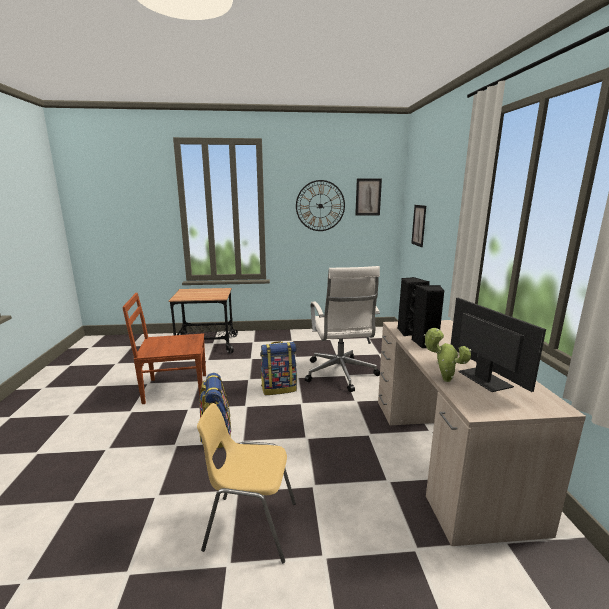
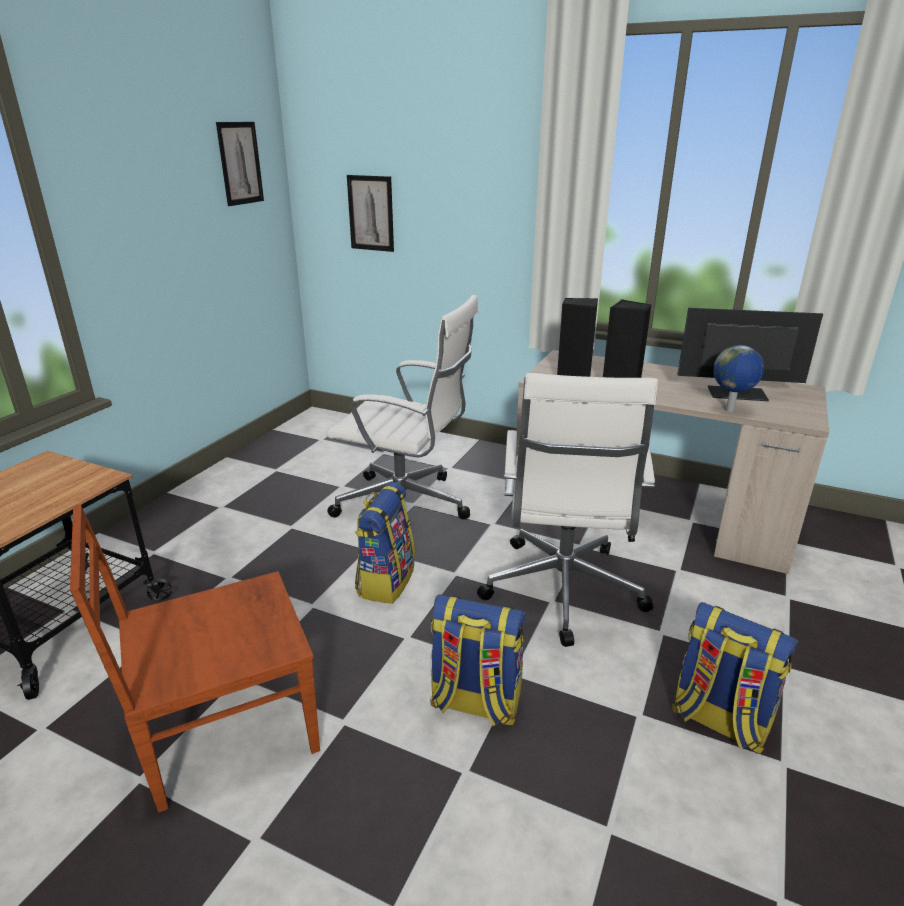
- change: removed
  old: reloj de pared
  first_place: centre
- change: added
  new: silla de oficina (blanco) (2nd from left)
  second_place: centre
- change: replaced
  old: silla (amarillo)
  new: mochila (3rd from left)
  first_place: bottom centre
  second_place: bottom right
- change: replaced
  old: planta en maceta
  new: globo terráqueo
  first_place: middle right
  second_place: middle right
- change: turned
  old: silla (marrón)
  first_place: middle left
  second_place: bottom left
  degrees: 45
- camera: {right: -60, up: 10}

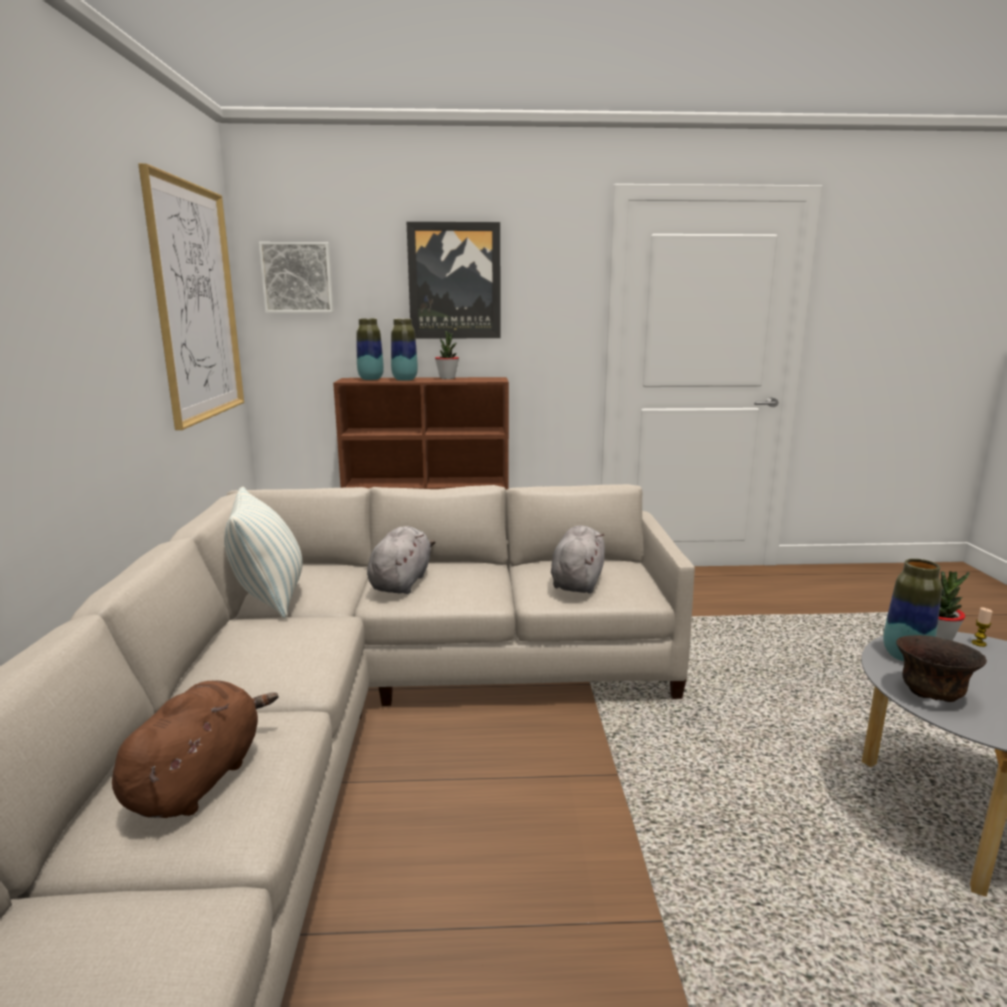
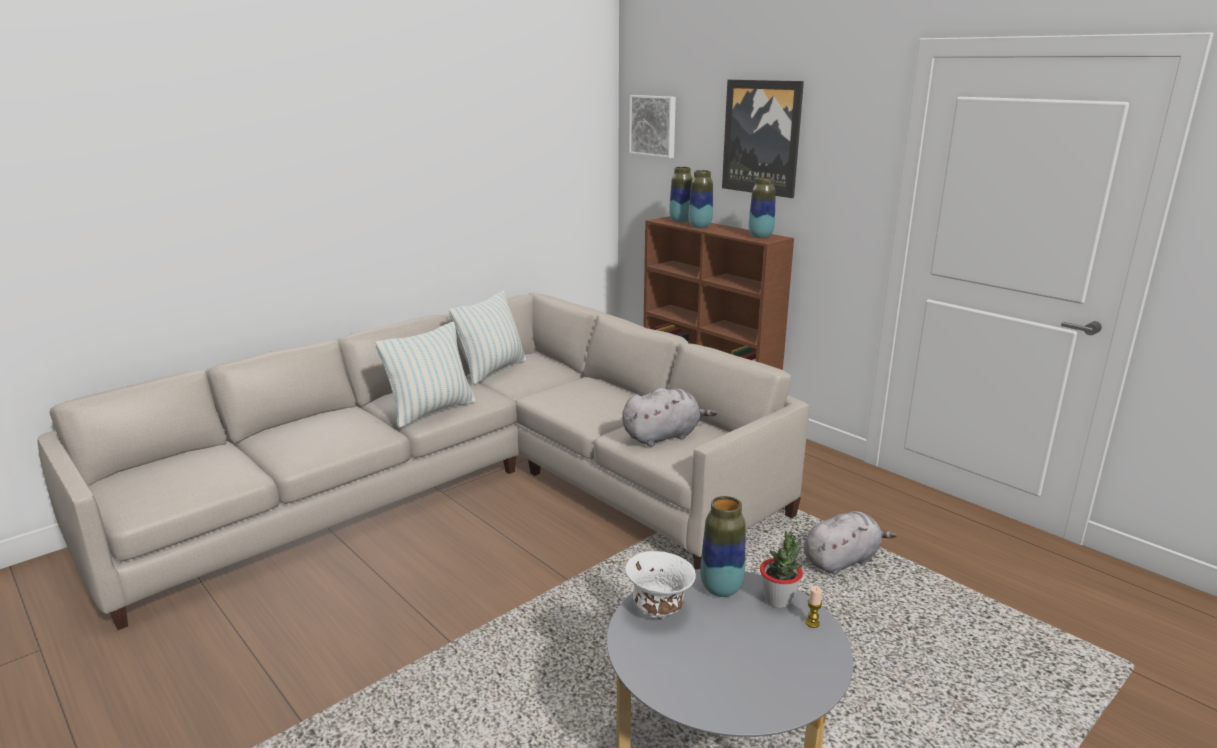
- change: removed
  old: peluche (marrón)
  first_place: bottom left
- change: removed
  old: cuadro (1st from left)
  first_place: top left
- change: removed
  old: planta en maceta (1st from left)
  first_place: centre
- change: added
  new: cojín (1st from left)
  second_place: centre
- change: added
  new: florero (4th from left)
  second_place: top centre
- change: moved
  old: peluche (gris) (1st from left in the first image)
  new: peluche (gris) (2nd from left)
  first_place: centre
  second_place: bottom right
- change: recoloured
  old: cuenco (marrón)
  new: cuenco (blanco)
  first_place: middle right
  second_place: bottom centre
- camera: {right: 50, up: 5}

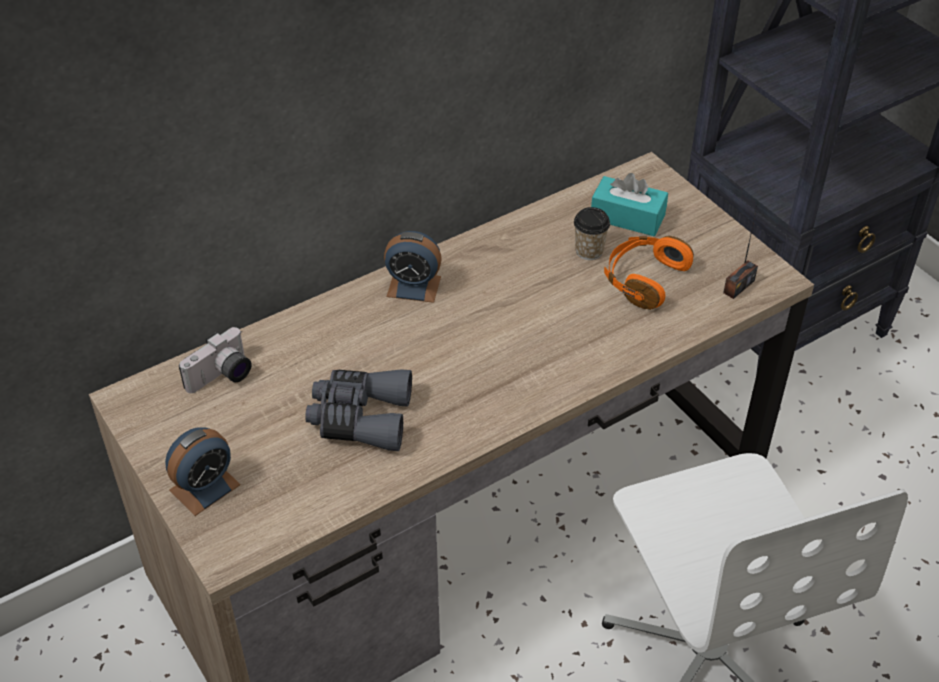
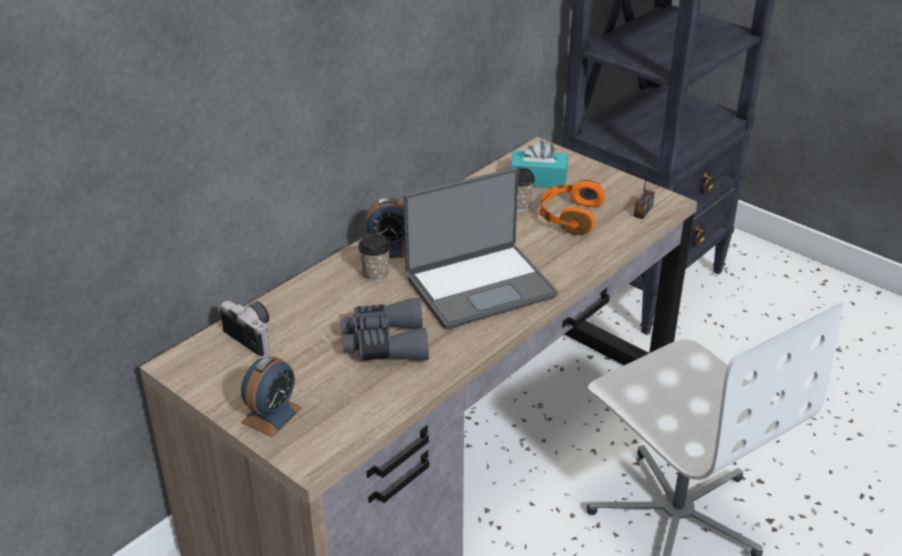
- change: added
  new: taza (1st from left)
  second_place: centre
- change: added
  new: portátil
  second_place: centre
- change: turned
  old: cámara
  first_place: middle left
  second_place: middle left
  degrees: -75
- camera: {right: -15, up: -10}

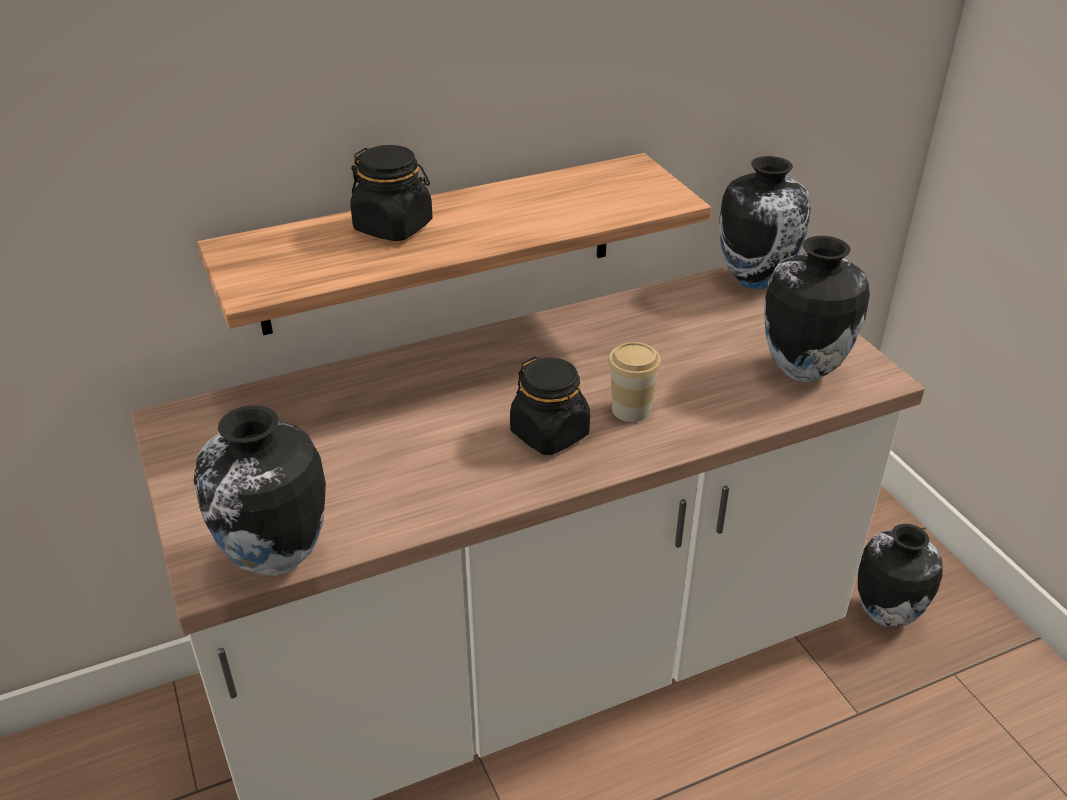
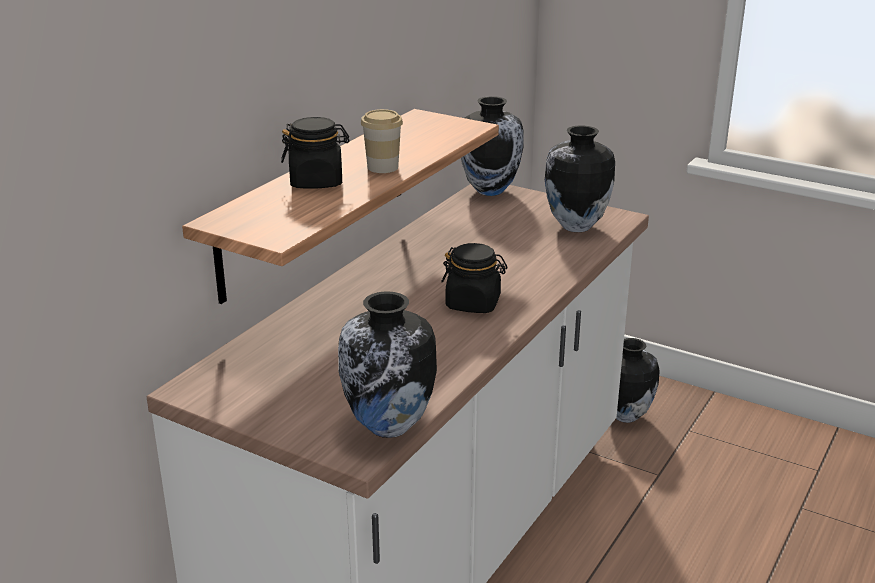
- change: moved
  old: taza
  first_place: centre
  second_place: top centre
- camera: {right: -35, up: -10}

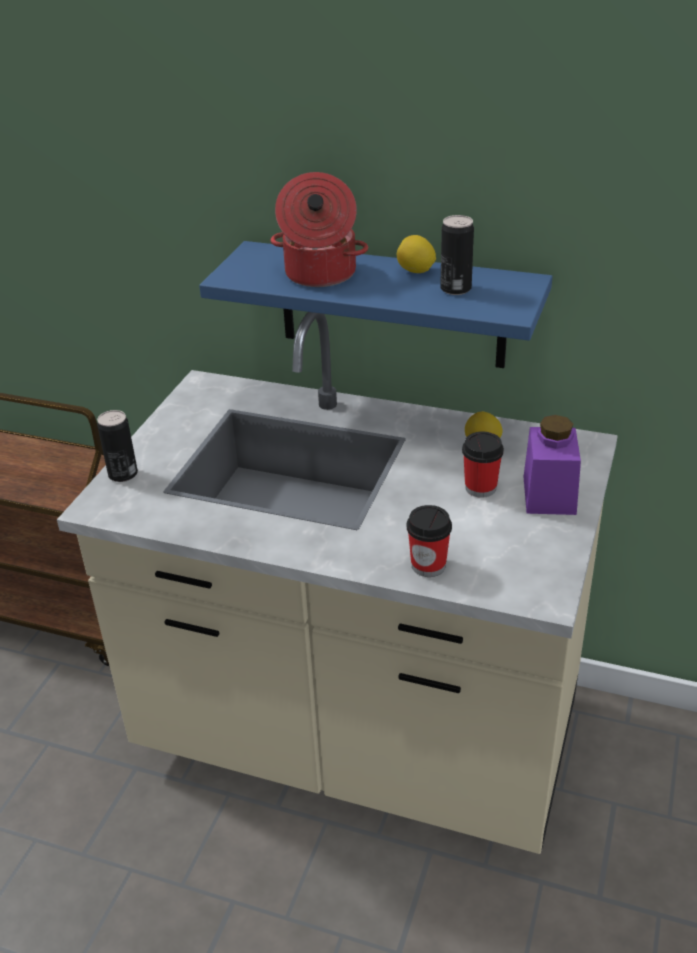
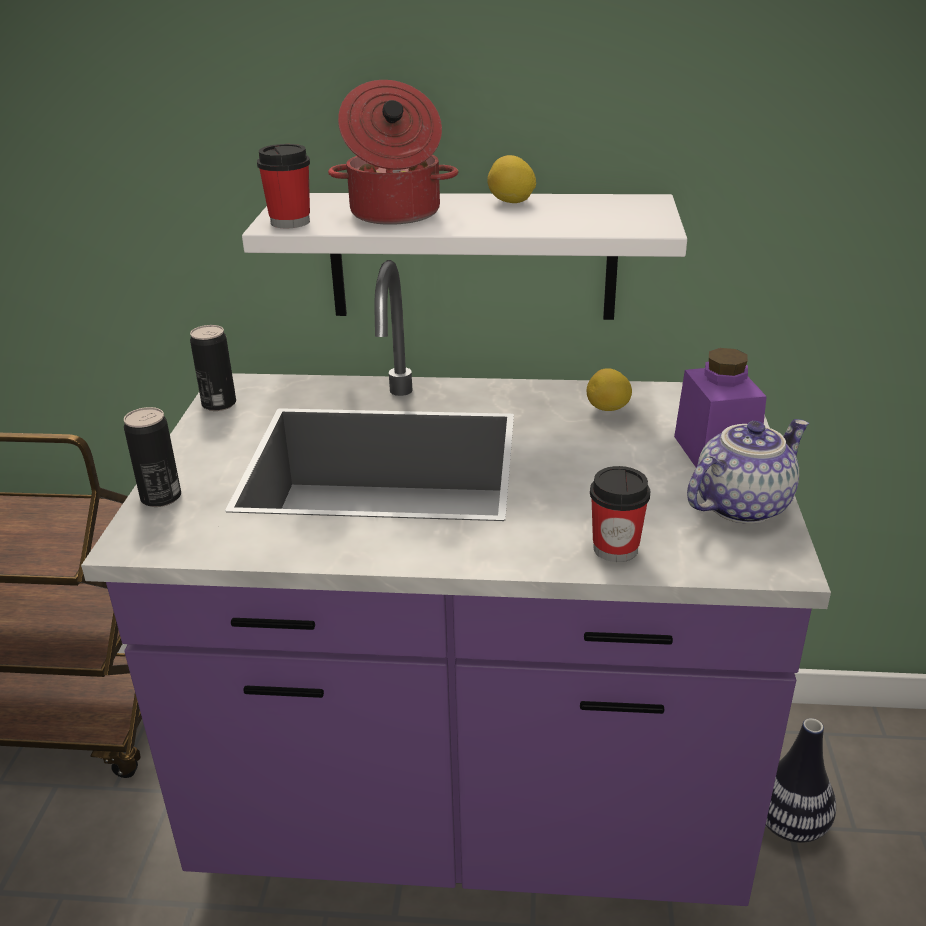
- change: added
  new: tetera
  second_place: middle right
- change: added
  new: florero
  second_place: bottom right
- change: moved
  old: lata (2nd from left)
  first_place: top centre
  second_place: middle left
- change: moved
  old: taza (2nd from left in the first image)
  new: taza (1st from left)
  first_place: middle right
  second_place: top left
- change: recoloured
  old: mueble bajo de cocina (beis)
  new: mueble bajo de cocina (morado)
  first_place: centre
  second_place: centre
- change: recoloured
  old: estante (azul)
  new: estante (blanco)
  first_place: top centre
  second_place: top centre
- camera: {right: -15, up: -5}

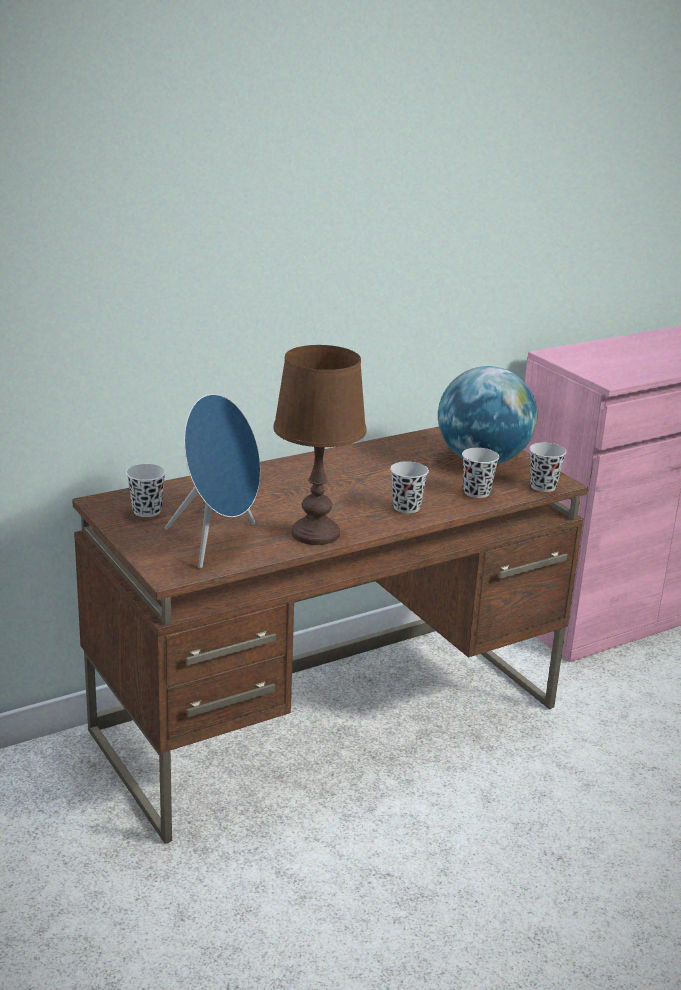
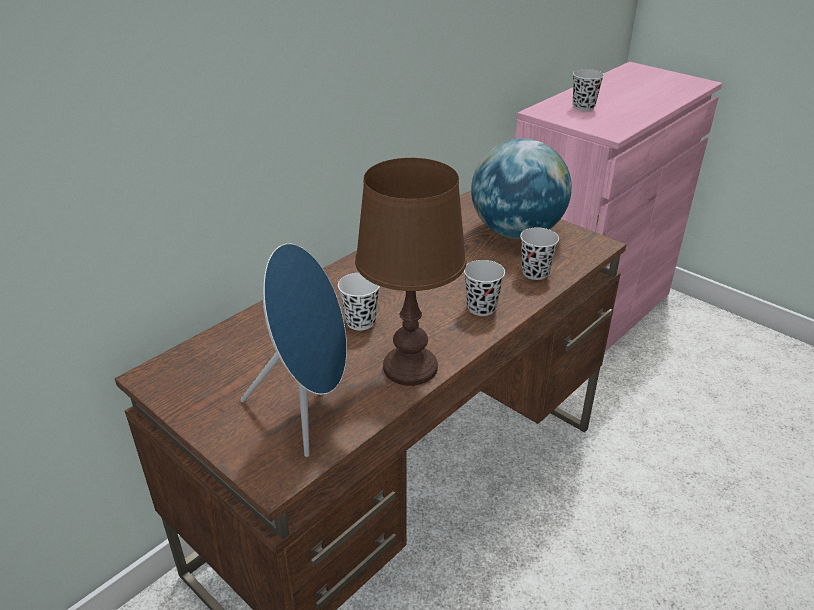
- change: moved
  old: taza (blanco)
  first_place: middle left
  second_place: centre
- change: moved
  old: taza (negro) (3rd from left)
  first_place: middle right
  second_place: top right
- camera: {right: -15, up: 10}

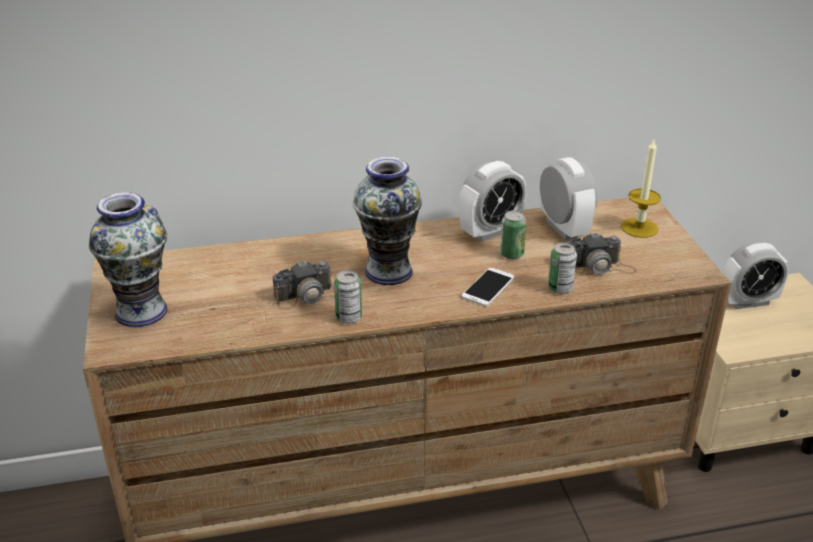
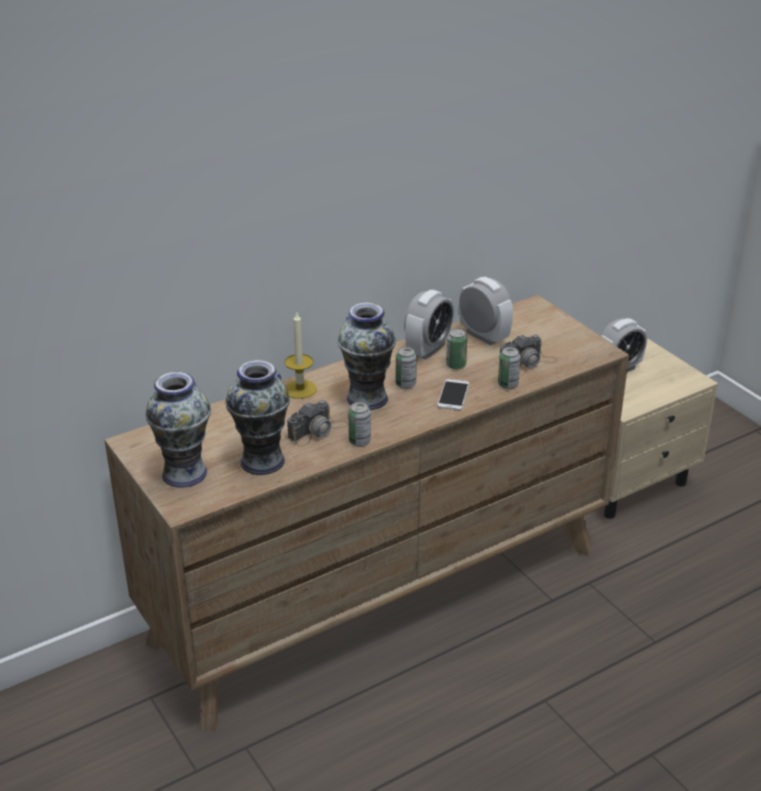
- change: added
  new: florero (2nd from left)
  second_place: centre
- change: added
  new: lata (2nd from left)
  second_place: centre
- change: moved
  old: vela
  first_place: middle right
  second_place: centre
- camera: {right: -20, up: 0}

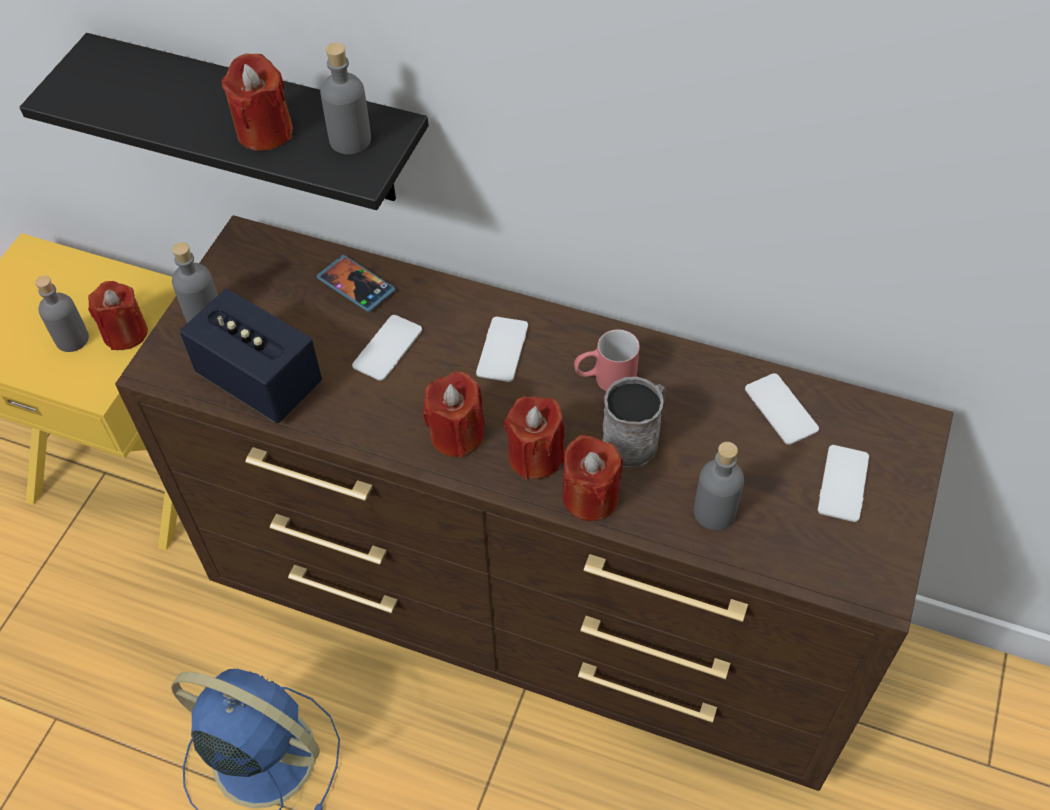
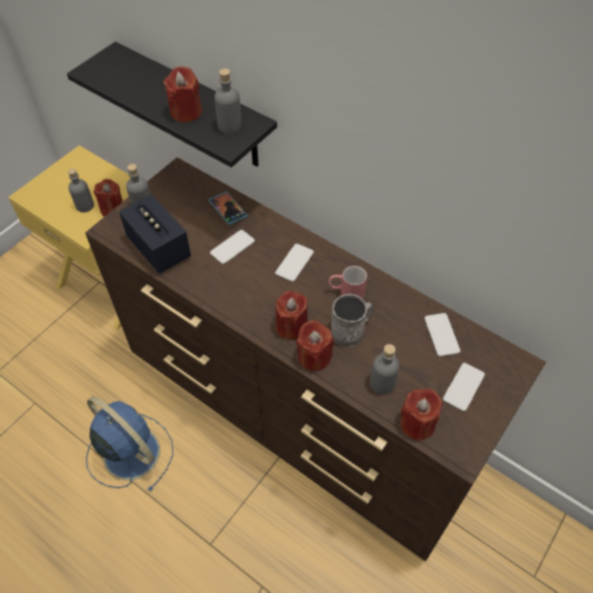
- change: moved
  old: vela (rojo) (3rd from left in the first image)
  new: vela (rojo) (5th from left)
  first_place: centre
  second_place: bottom right
- camera: {right: 15, up: 0}

